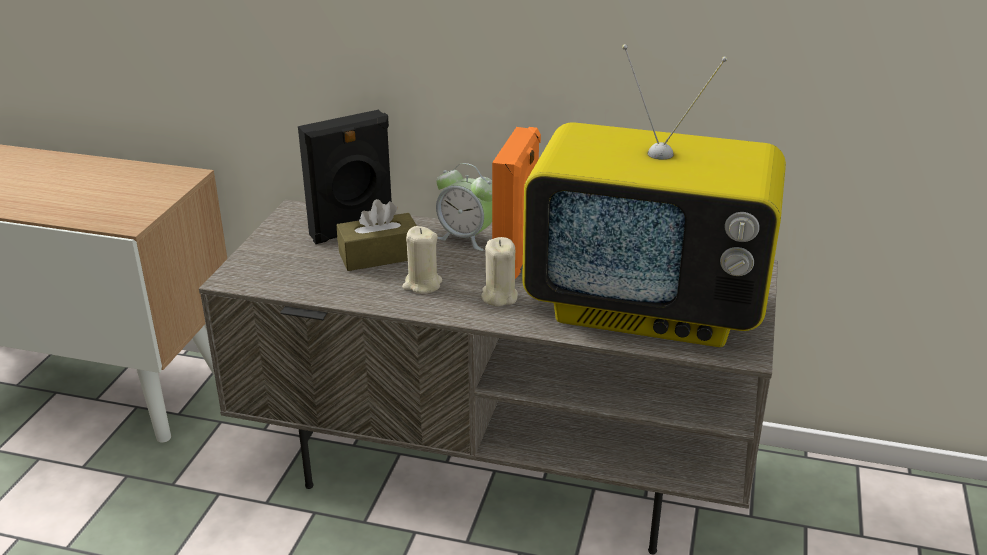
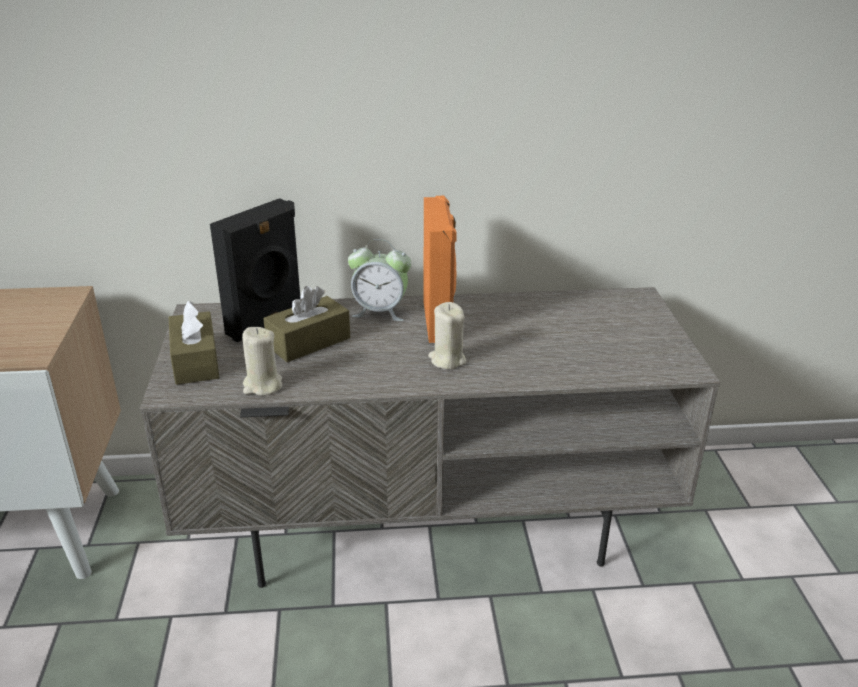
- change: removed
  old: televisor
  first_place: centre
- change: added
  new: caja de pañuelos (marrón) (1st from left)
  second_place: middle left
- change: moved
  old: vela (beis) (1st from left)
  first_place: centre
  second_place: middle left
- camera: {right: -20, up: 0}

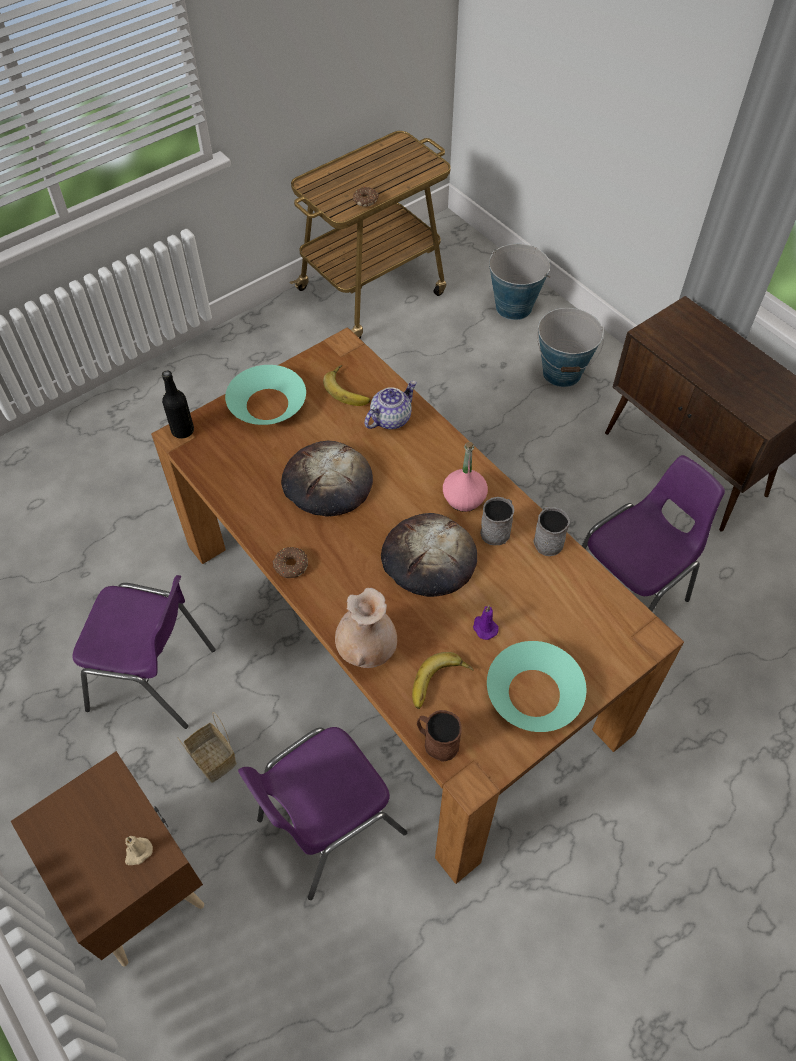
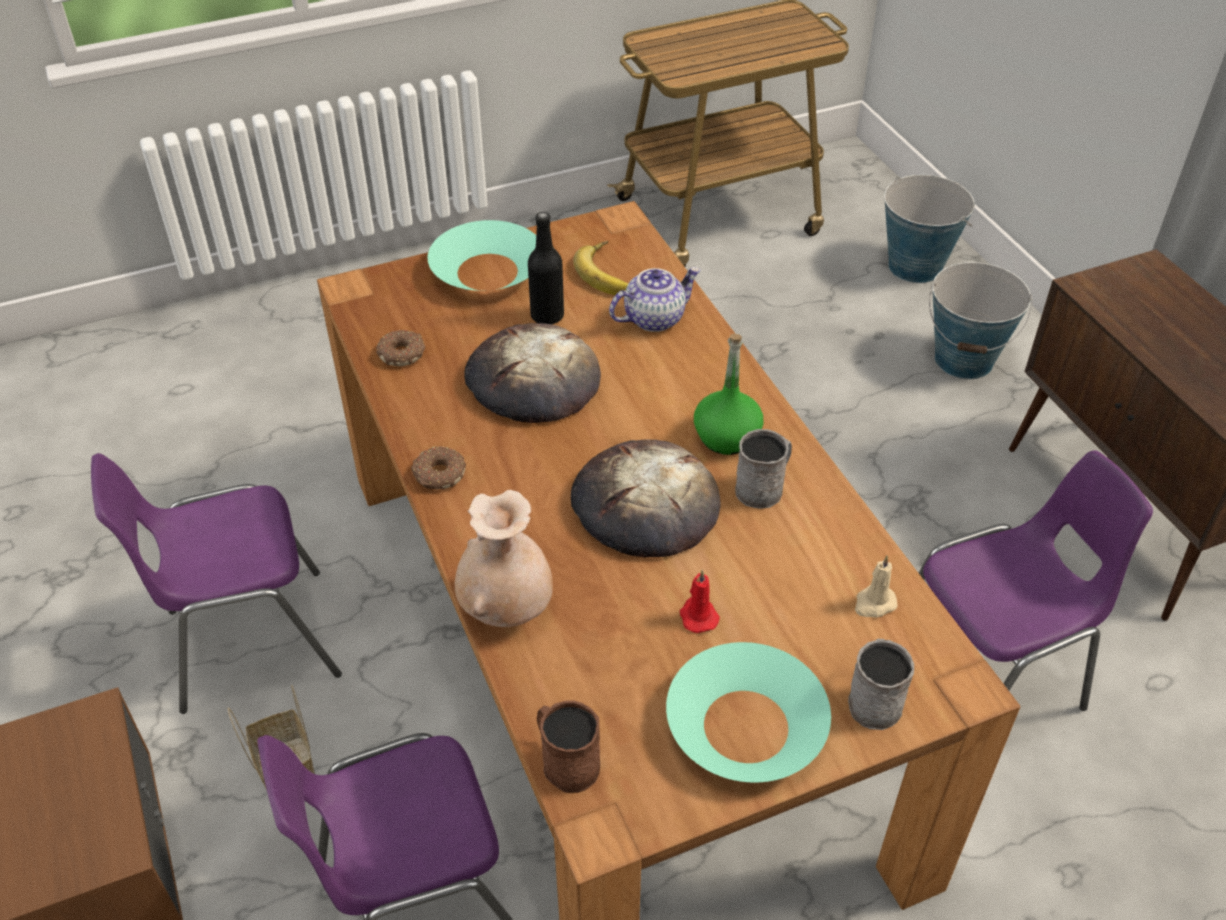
- change: removed
  old: plátano (2nd from left)
  first_place: centre
- change: moved
  old: vela (beis)
  first_place: bottom left
  second_place: middle right
- change: moved
  old: botella (negro)
  first_place: middle left
  second_place: top centre
- change: moved
  old: rosquilla (2nd from left in the first image)
  new: rosquilla (1st from left)
  first_place: top centre
  second_place: middle left
- change: moved
  old: taza grande (gris) (2nd from left)
  first_place: middle right
  second_place: bottom right
- change: recoloured
  old: botella (rosa)
  new: botella (verde)
  first_place: centre
  second_place: centre
- change: recoloured
  old: vela (morado)
  new: vela (rojo)
  first_place: centre
  second_place: centre
- change: turned
  old: silla (morado) (1st from left)
  first_place: middle left
  second_place: middle left
  degrees: 135
- camera: {right: 15, up: -10}

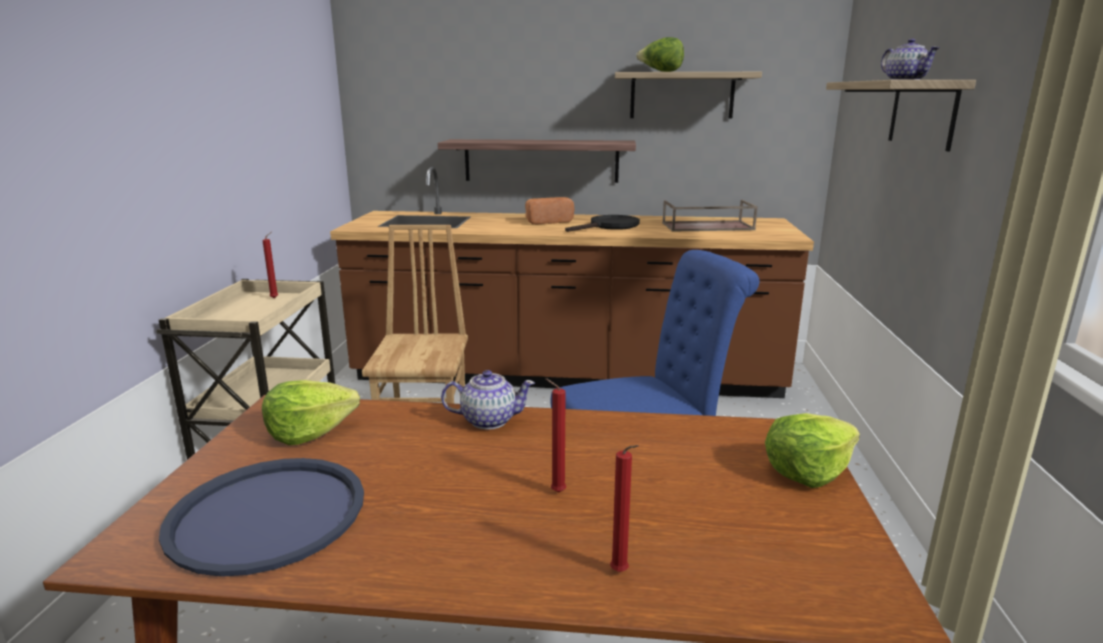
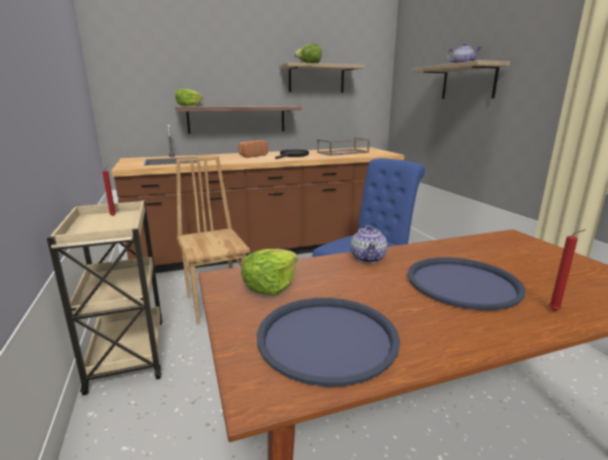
- change: moved
  old: lechuga (3rd from left in the first image)
  new: lechuga (1st from left)
  first_place: bottom right
  second_place: top left
- change: replaced
  old: vela (rojo) (2nd from left)
  new: bandeja (azul) (2nd from left)
  first_place: bottom centre
  second_place: middle right
- change: turned
  old: tetera (1st from left)
  first_place: centre
  second_place: centre
  degrees: 120
- camera: {right: -25, up: 0}

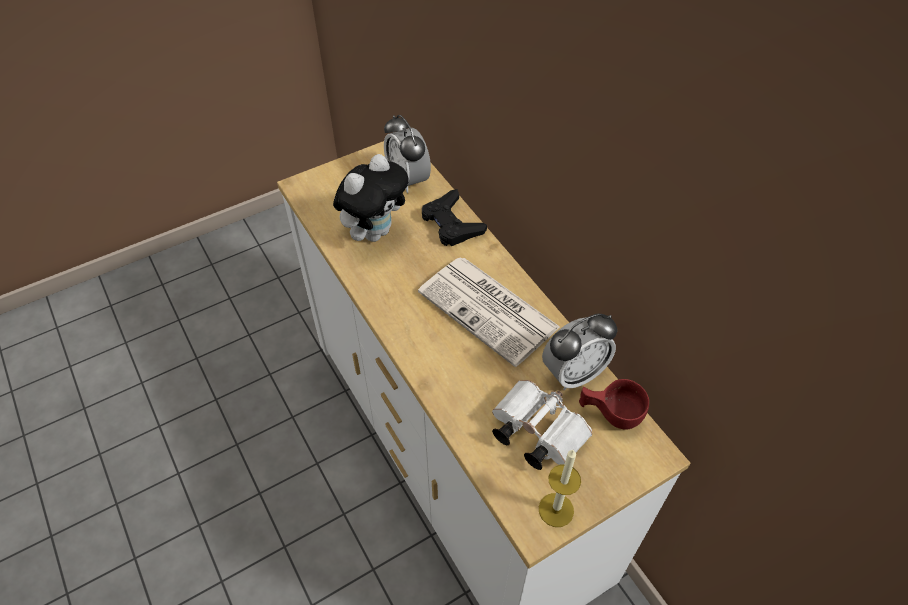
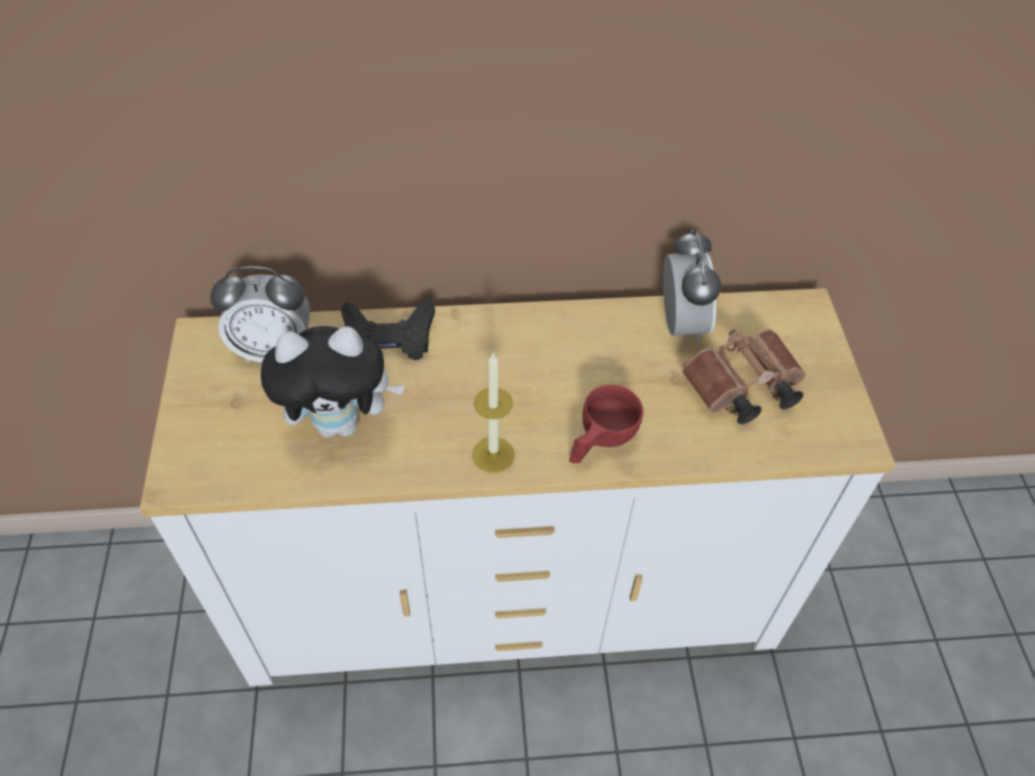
- change: removed
  old: periódico
  first_place: centre
- change: moved
  old: vela
  first_place: bottom centre
  second_place: centre
- change: moved
  old: taza (rojo)
  first_place: bottom right
  second_place: centre
- change: recoloured
  old: prismáticos (blanco)
  new: prismáticos (marrón)
  first_place: bottom centre
  second_place: middle right
- change: turned
  old: peluche
  first_place: top centre
  second_place: middle left
  degrees: 105
- camera: {right: -65, up: 0}

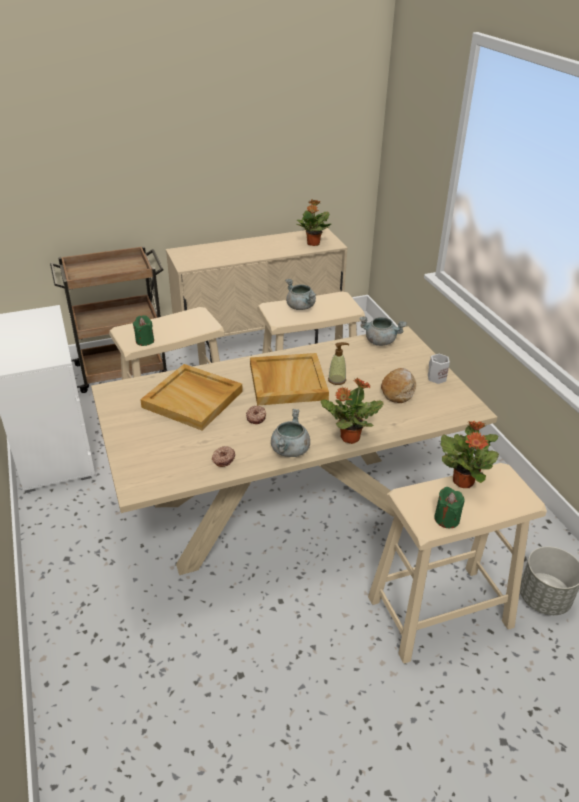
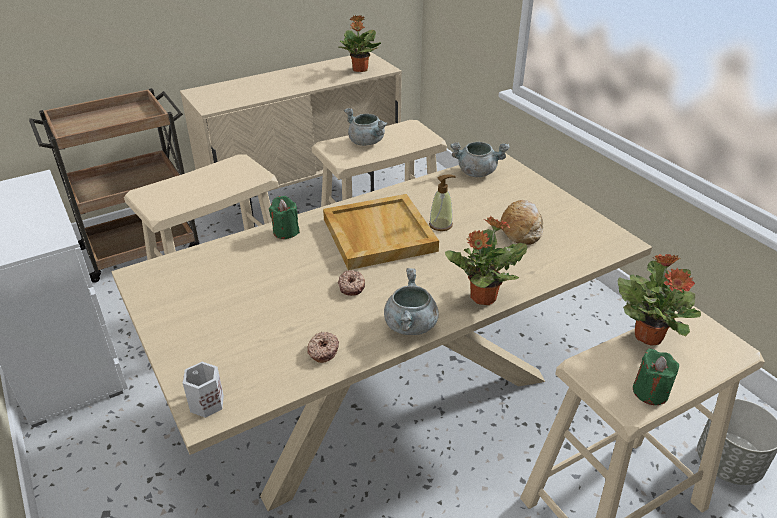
- change: removed
  old: bandeja (beis) (1st from left)
  first_place: middle left
- change: moved
  old: vela (verde) (1st from left)
  first_place: middle left
  second_place: centre
- change: moved
  old: taza grande (blanco)
  first_place: middle right
  second_place: bottom left
- camera: {right: -10, up: 0}

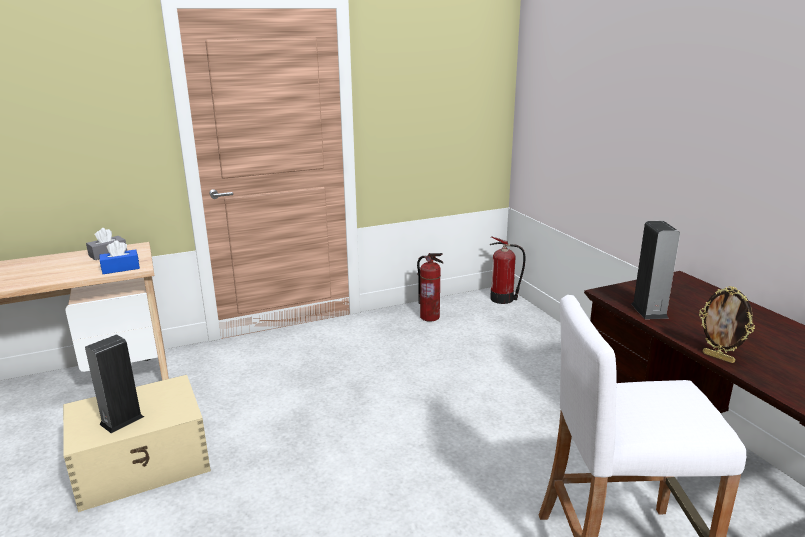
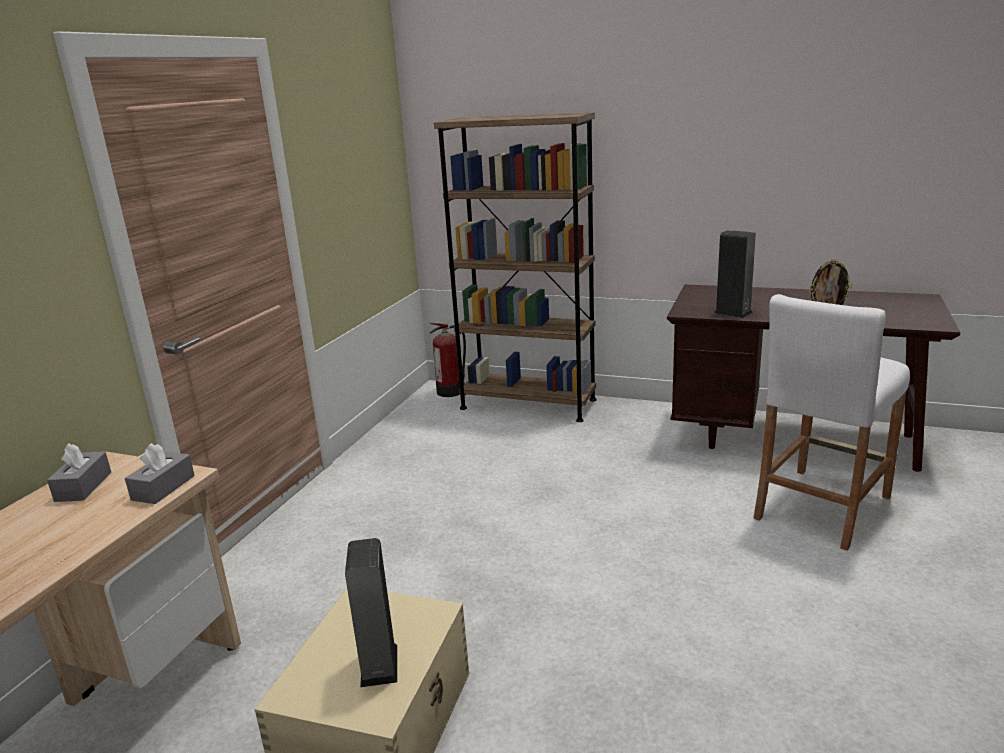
- change: removed
  old: extintor (1st from left)
  first_place: centre
- change: added
  new: estantería (marrón)
  second_place: centre
- change: recoloured
  old: caja de pañuelos (azul)
  new: caja de pañuelos (gris) (2nd from left)
  first_place: middle left
  second_place: middle left
- camera: {right: -45, up: 0}

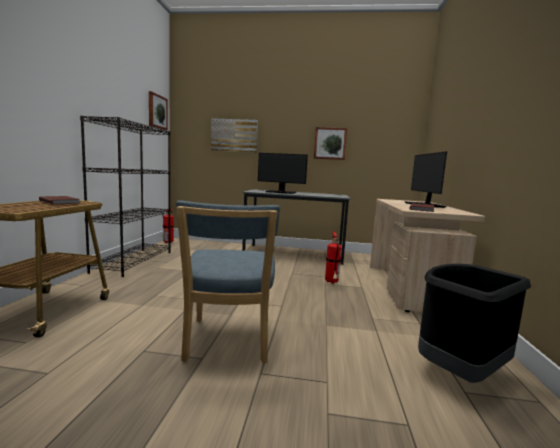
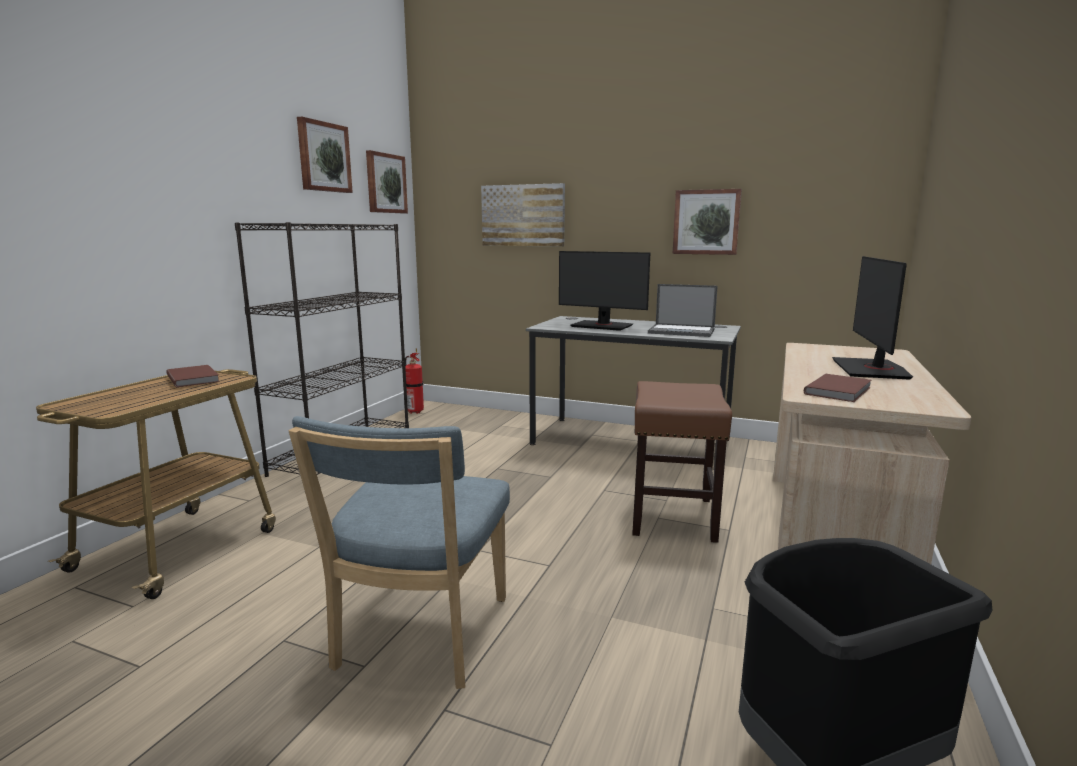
- change: added
  new: cuadro (1st from left)
  second_place: top left
- change: added
  new: portátil
  second_place: centre
- change: replaced
  old: extintor (2nd from left)
  new: taburete (marrón)
  first_place: centre
  second_place: centre
- camera: {right: 15, up: 5}

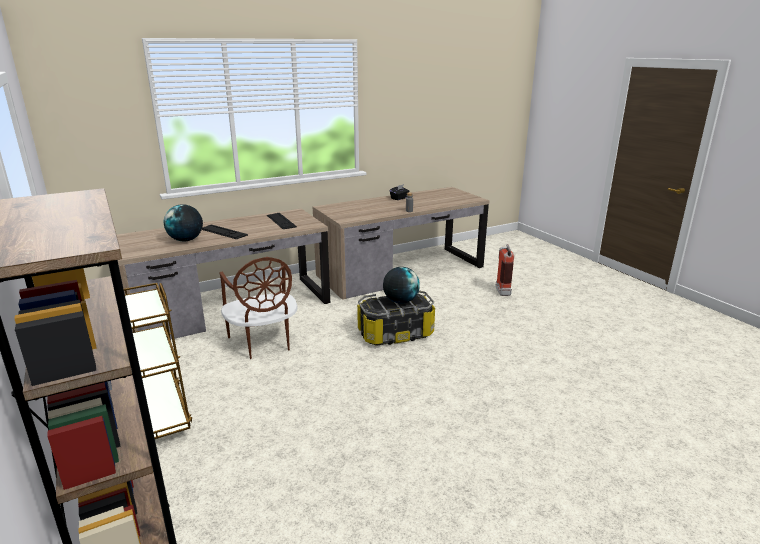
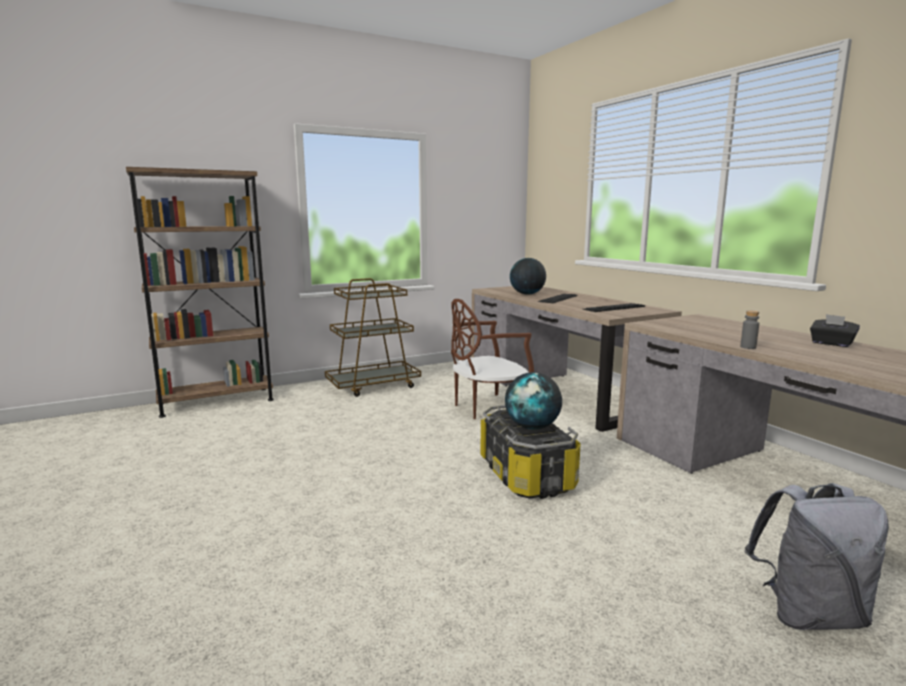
- change: replaced
  old: extintor
  new: mochila (gris)
  first_place: centre
  second_place: bottom right
- camera: {right: 90, up: -10}

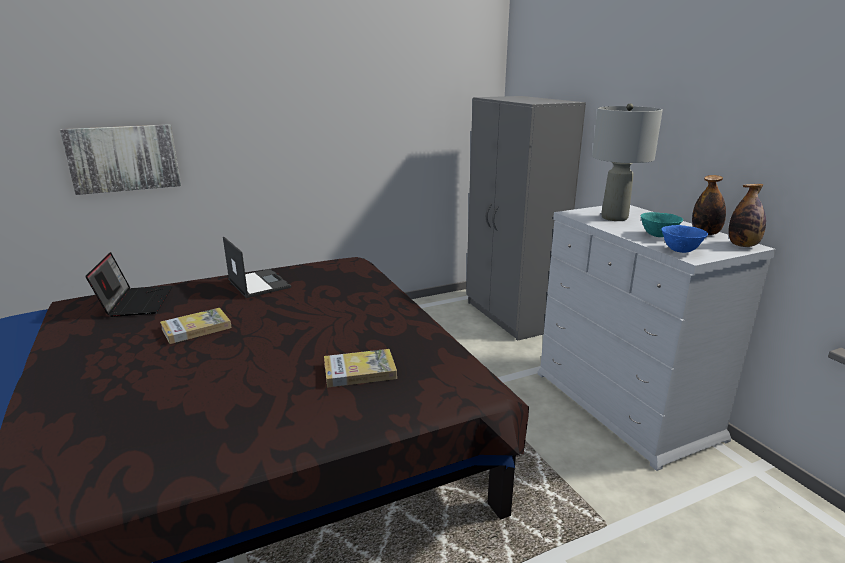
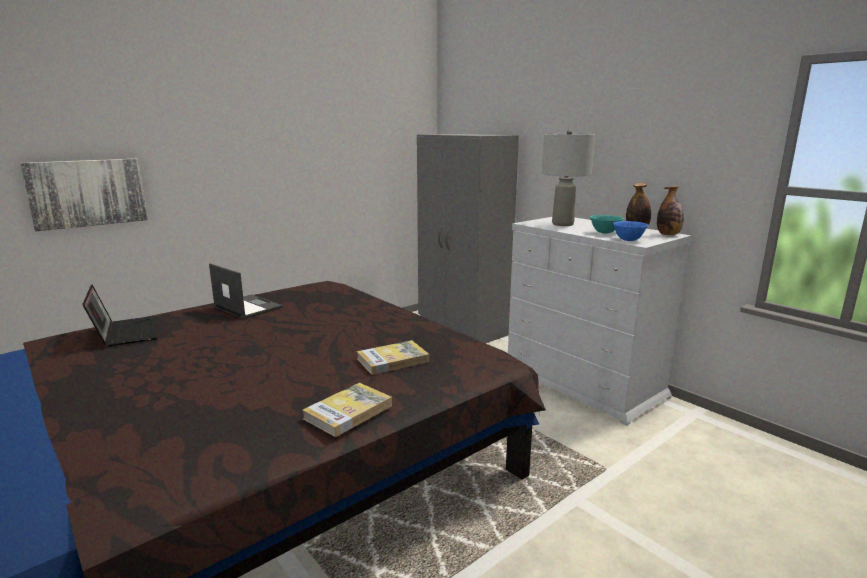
- change: moved
  old: libro (1st from left)
  first_place: middle left
  second_place: bottom centre
- camera: {right: -15, up: -5}

